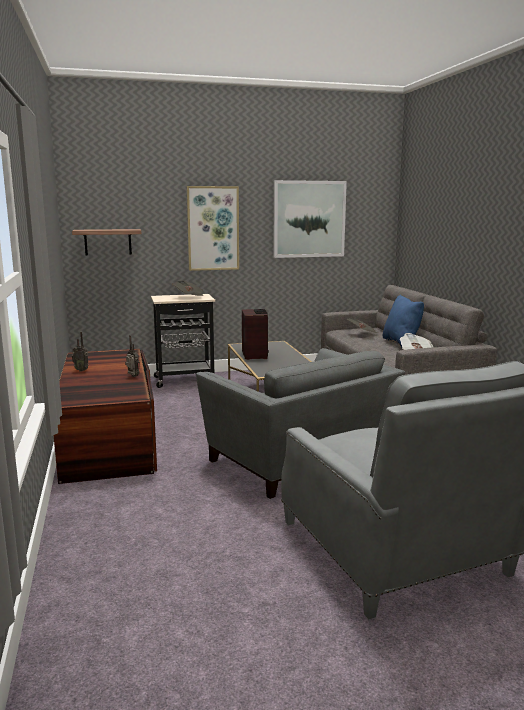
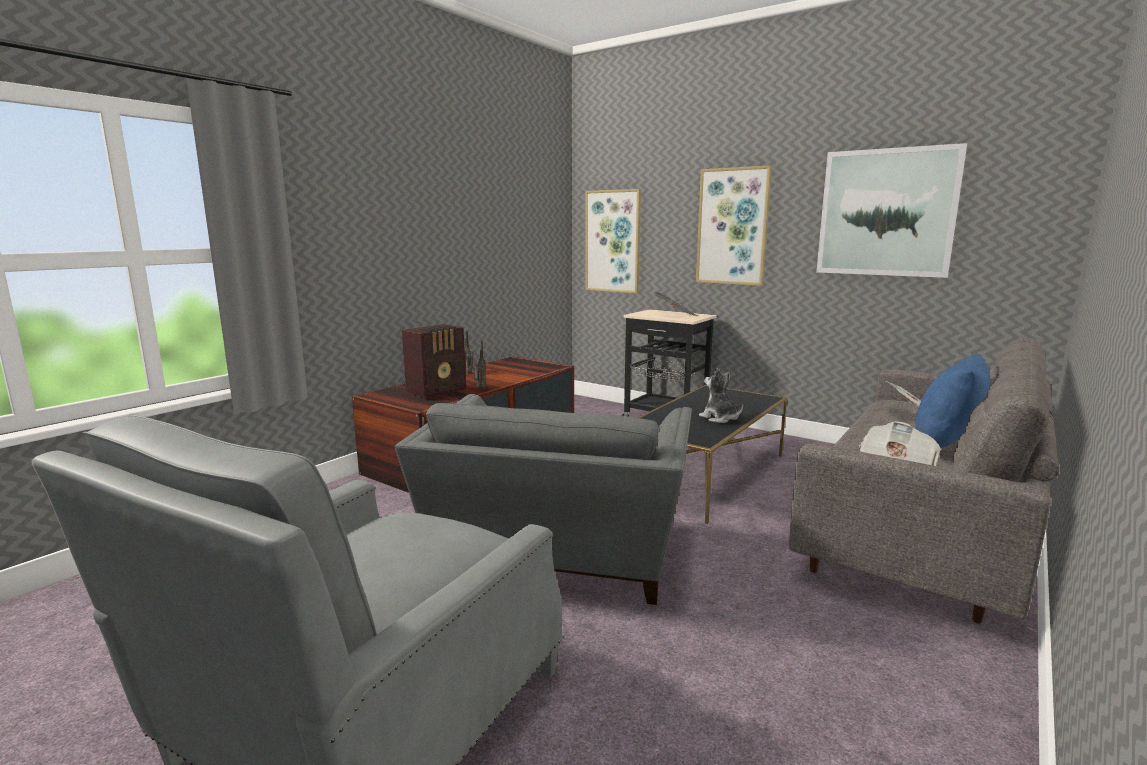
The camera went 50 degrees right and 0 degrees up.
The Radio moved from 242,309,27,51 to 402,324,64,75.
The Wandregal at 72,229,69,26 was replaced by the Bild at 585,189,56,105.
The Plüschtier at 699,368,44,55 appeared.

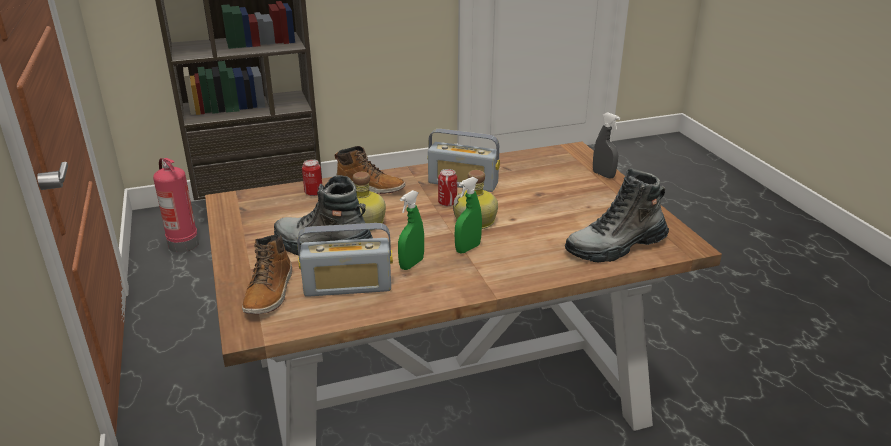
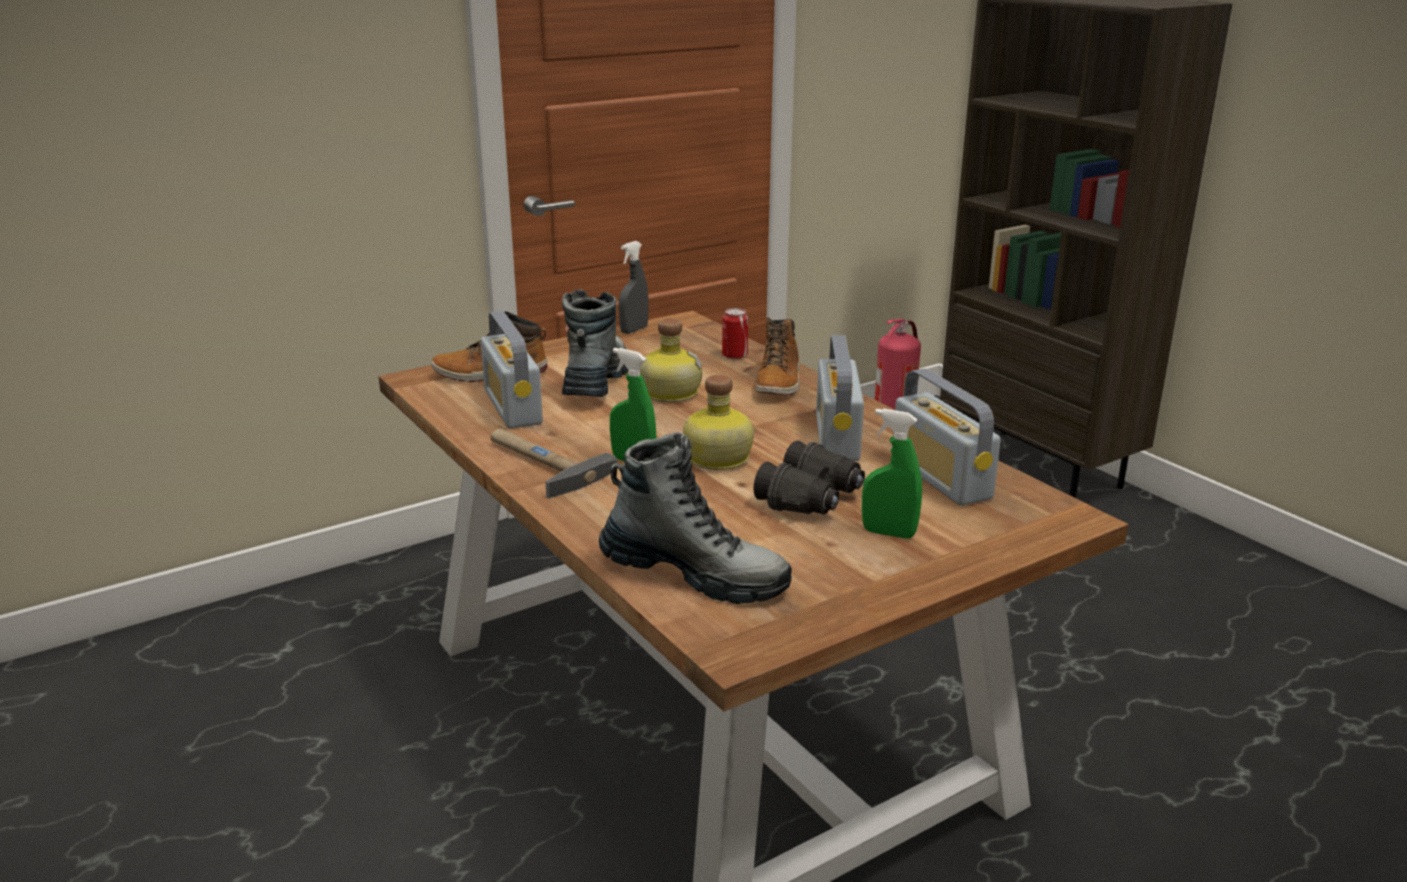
The camera went 75 degrees right and 5 degrees down.
The Hammer at 490,429,127,70 appeared.
The Stiefel at 565,168,104,94 turned 150 degrees clockwise.
The Sprühflasche (grau) moved from 593,112,27,67 to 619,241,30,93.
The Fernglas (schwarz) at 754,441,111,73 appeared.
The Sprühflasche (grün) moved from 398,190,26,80 to 862,409,60,130.
The Radio at 892,368,109,138 appeared.
The Dose at 438,169,19,37 disappeared.

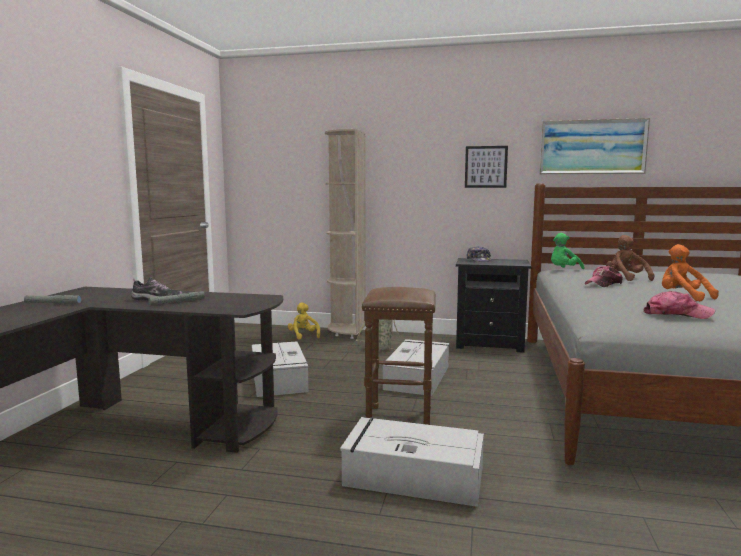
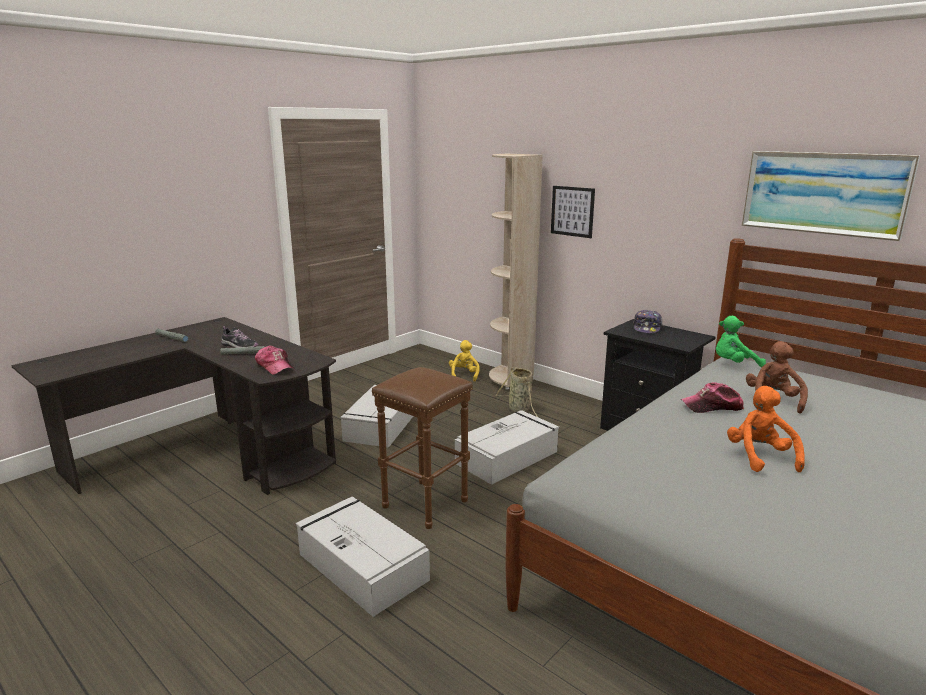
The camera went 30 degrees right and 10 degrees up.
The Kappe moved from 643,291,72,28 to 255,345,39,30.
The Bild moved from 465,146,43,42 to 551,186,44,52.

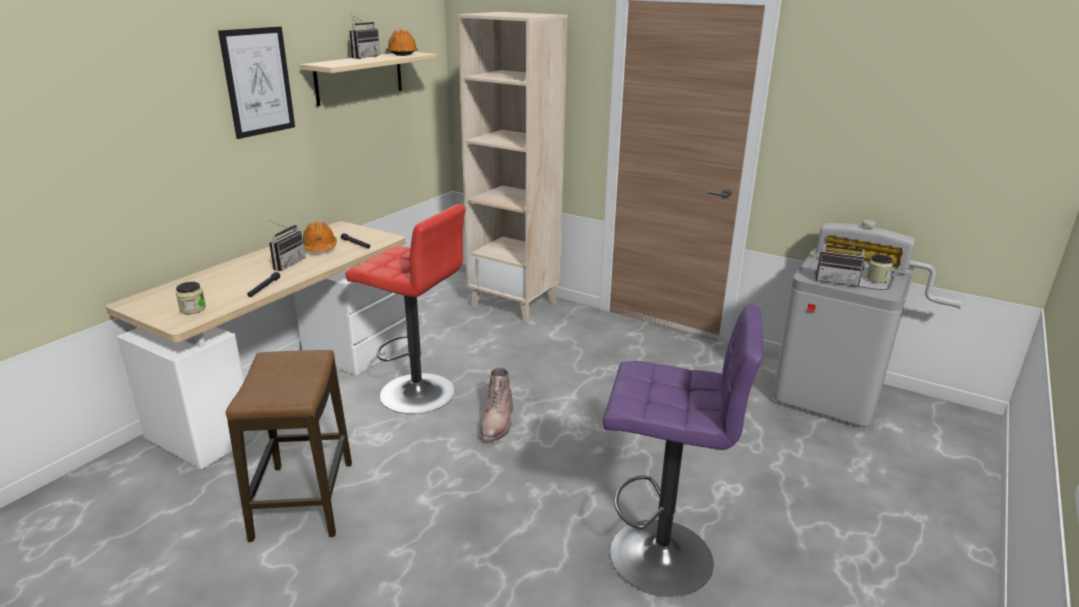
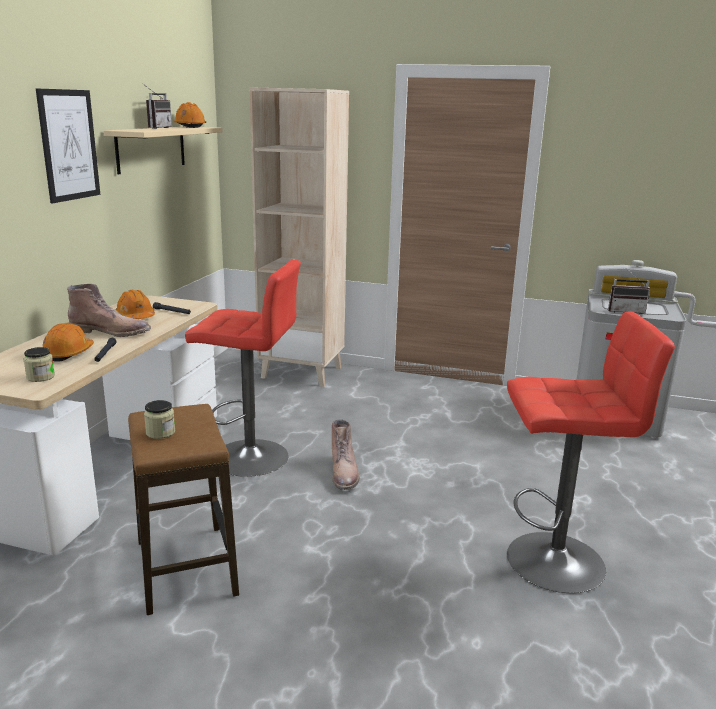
The camera went 15 degrees left and 5 degrees down.
The Schutzhelm (orange) at 43,323,51,38 appeared.
The Radio at 268,220,37,51 was replaced by the Stiefel (braun) at 67,284,84,53.
The Vorratsglas moved from 866,255,27,28 to 144,400,31,39.
The Hocker (lila) at 603,305,160,292 became the Hocker (rot) at 507,311,168,282.

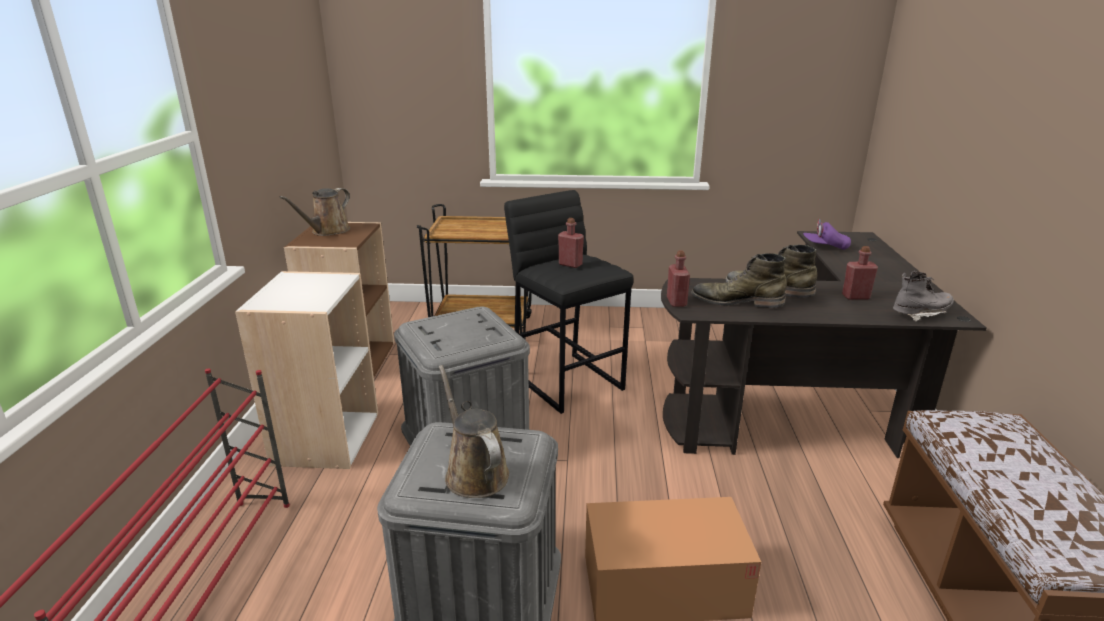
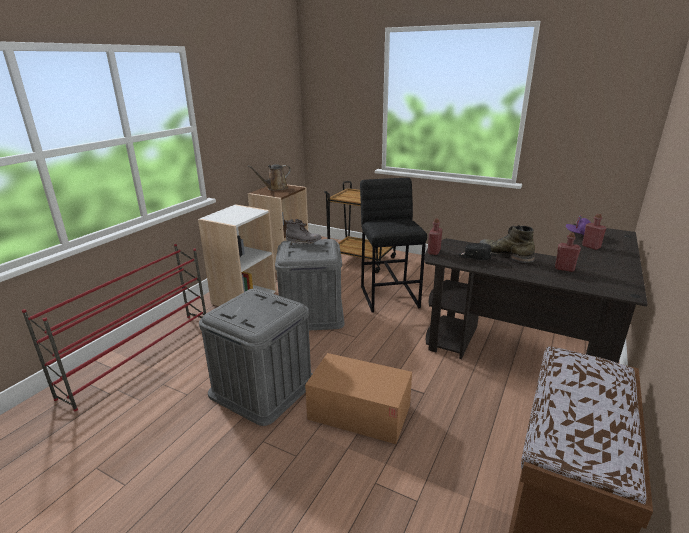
The camera went 25 degrees right and 0 degrees up.
The Stiefel (grau) moved from 893,271,61,51 to 285,219,37,26.
The Stiefel (grün) at 692,253,95,55 was replaced by the Kappe (schwarz) at 459,243,32,17.
The Flasche (rot) moved from 558,218,26,50 to 582,214,24,36.
The Gießkanne (braun) at 439,365,70,133 disappeared.

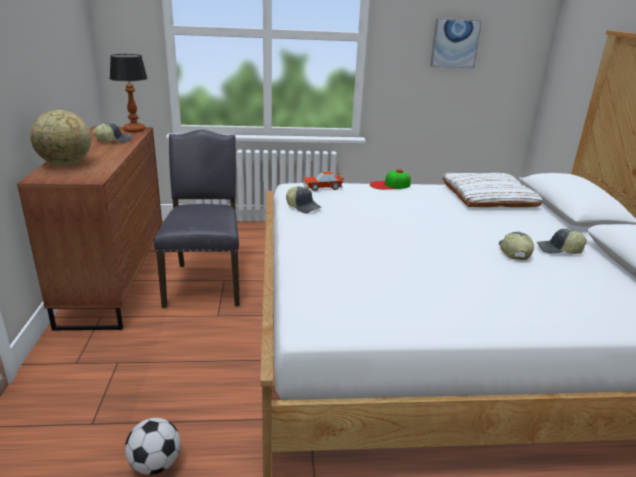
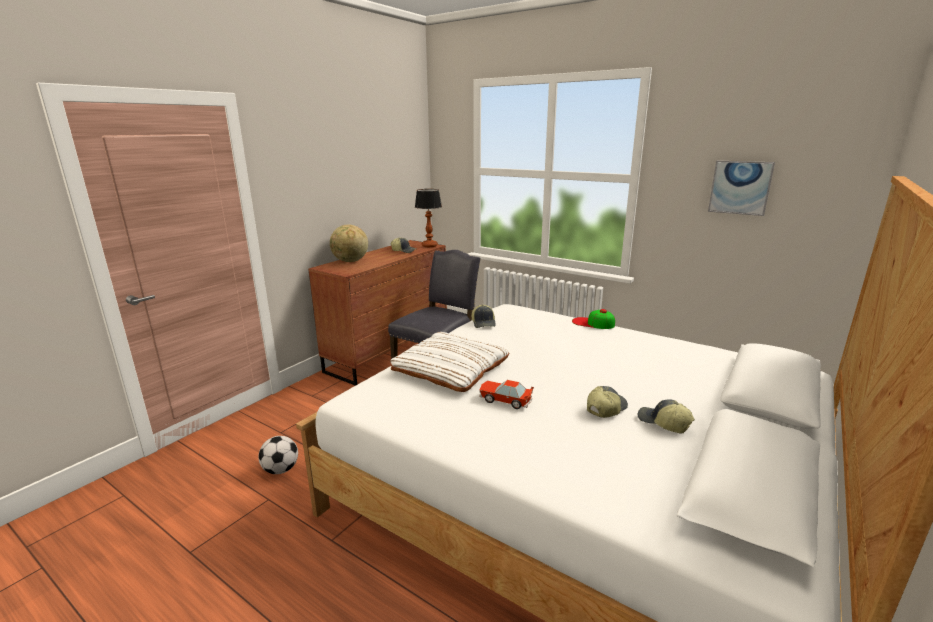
The camera went 40 degrees right and 5 degrees down.
The Kissen (weiß) moved from 442,173,101,34 to 390,332,119,60.
The Spielzeugauto moved from 303,171,41,20 to 479,380,55,29.

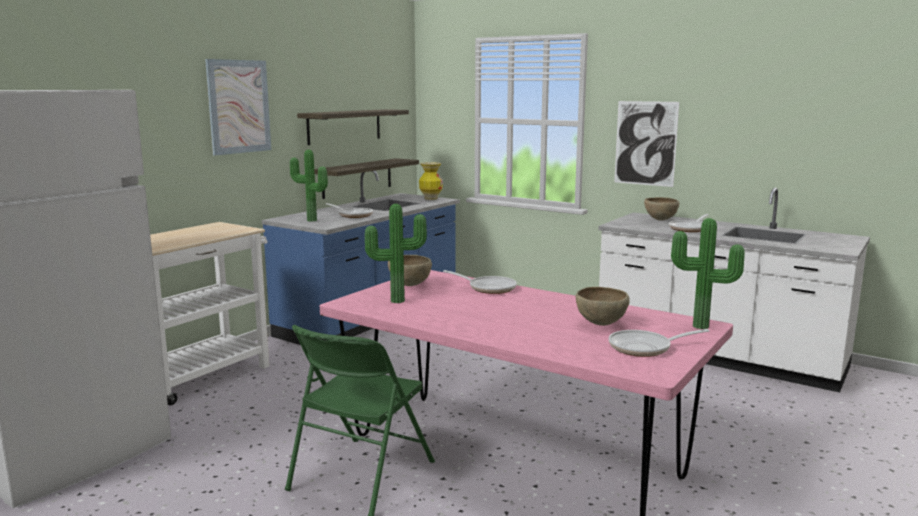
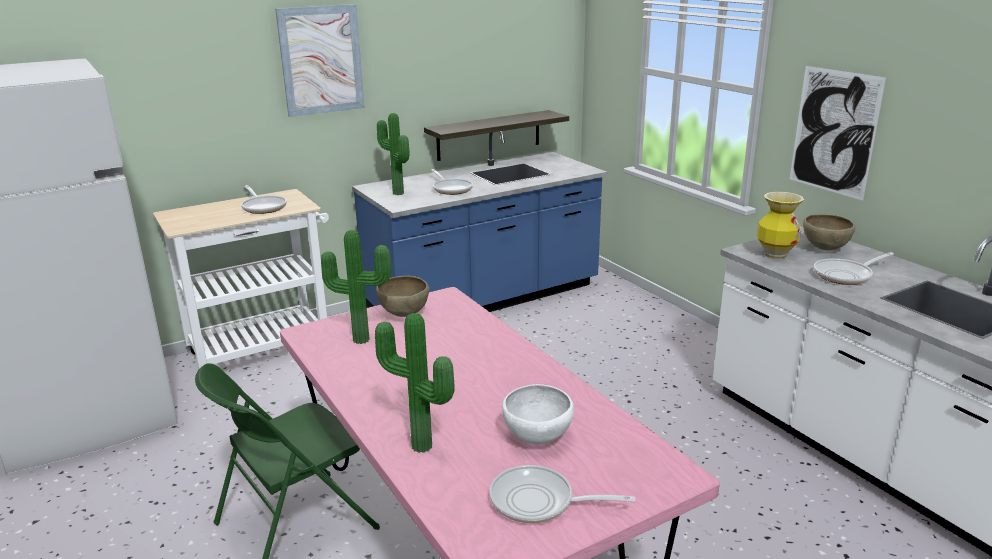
The camera went 25 degrees right and 10 degrees up.
The Pfanne moved from 443,270,74,24 to 241,185,46,29.
The Topfpflanze moved from 671,218,74,111 to 375,313,80,140.
The Schüssel (braun) at 576,287,54,39 became the Schüssel (weiß) at 502,384,72,61.
The Vase moved from 419,162,24,38 to 757,192,47,68.
The Wandregal at 297,109,112,36 disappeared.

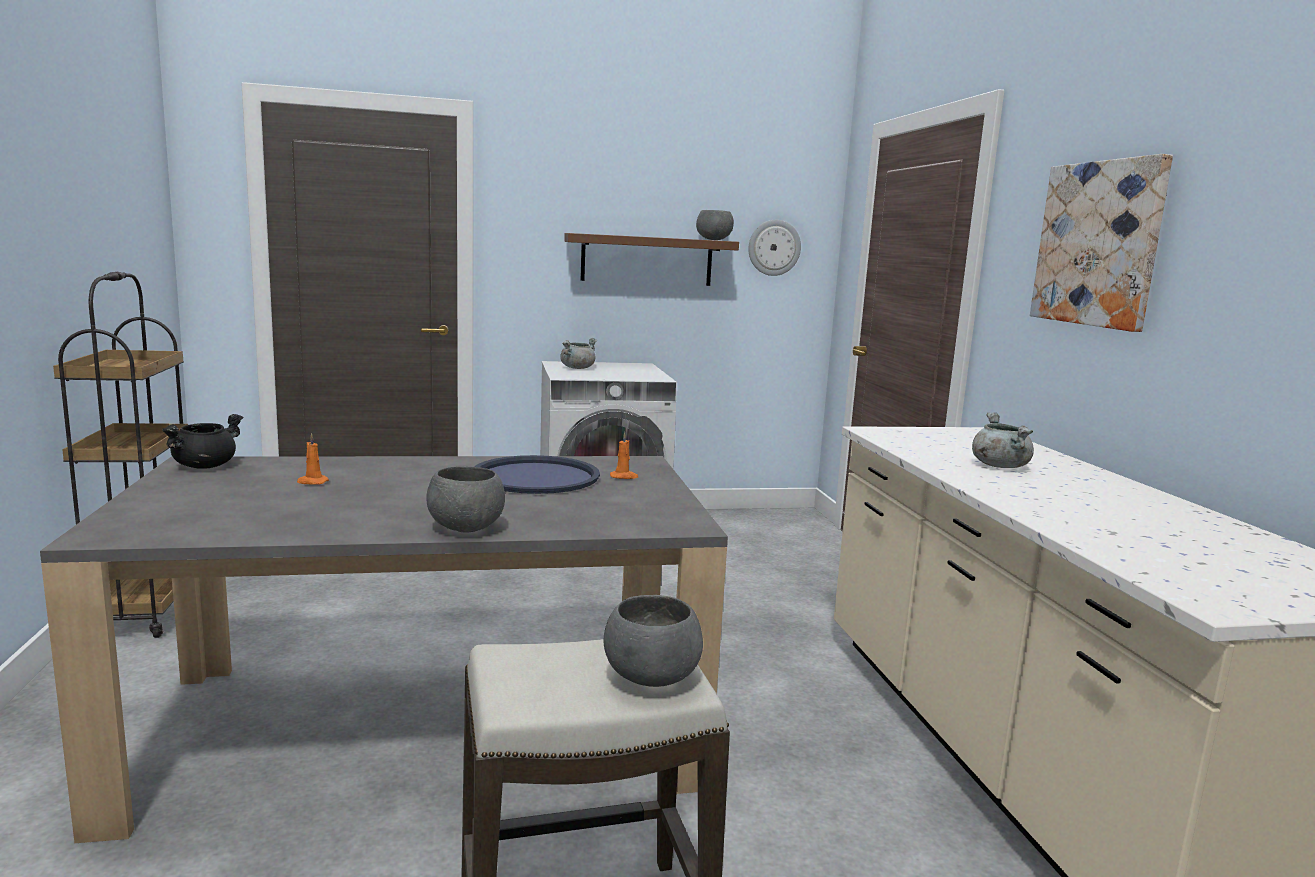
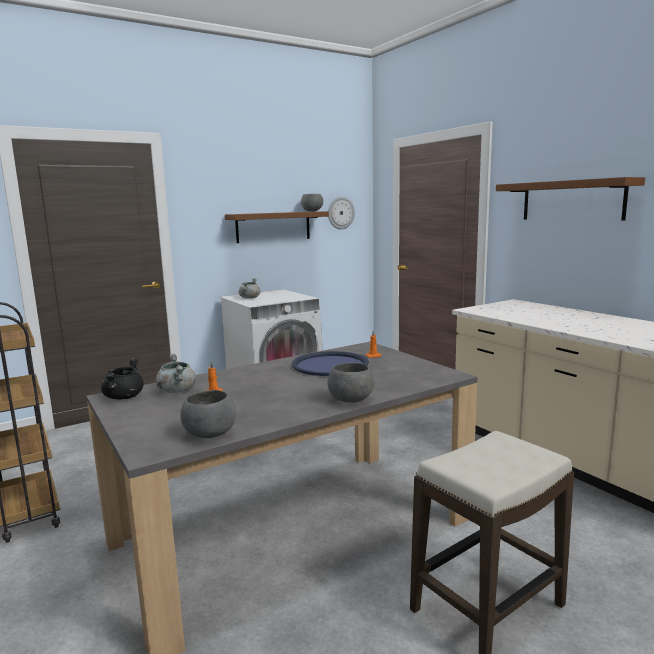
The camera went 20 degrees left and 0 degrees up.
The Kochtopf (grau) moved from 972,412,62,56 to 156,354,40,39.
The Schüssel (grau) moved from 603,595,100,92 to 180,390,56,48.
The Bild at 1030,154,143,178 was replaced by the Wandregal (braun) at 496,177,149,43.

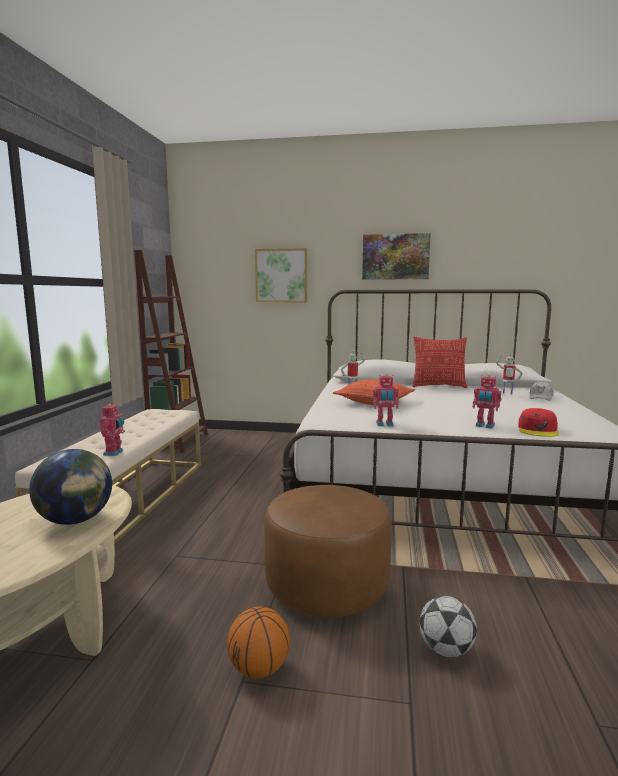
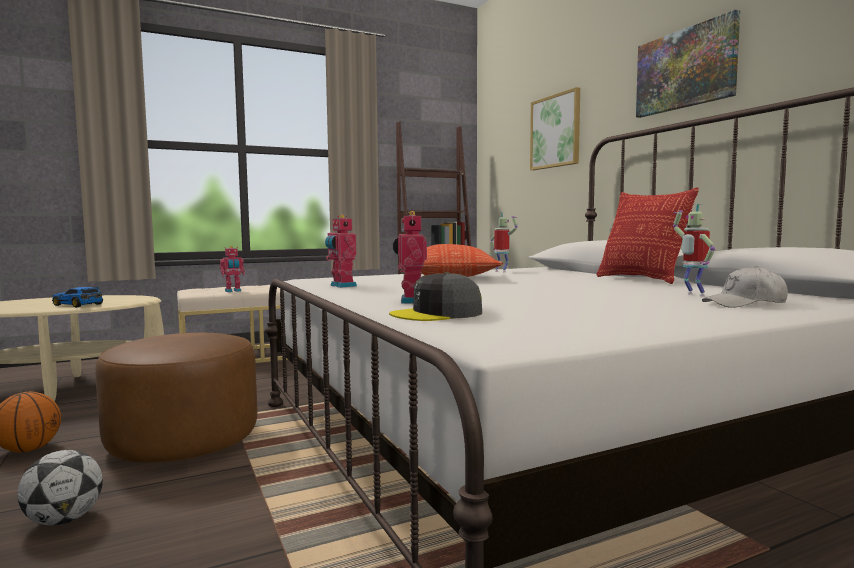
The camera went 55 degrees right and 5 degrees down.
The Globus at 29,449,83,76 was replaced by the Spielzeugauto at 52,287,51,21.
The Kappe (rot) at 518,408,41,29 became the Kappe (grau) at 389,272,93,49.

